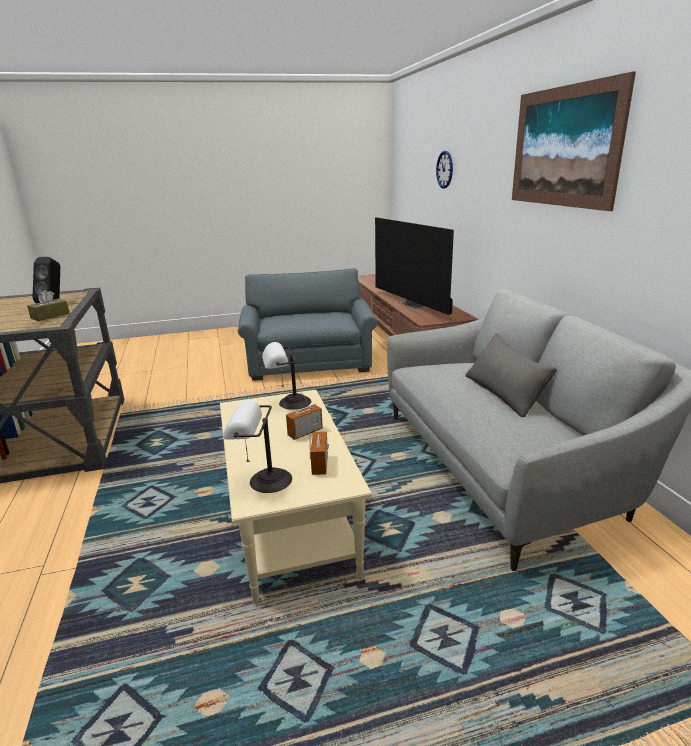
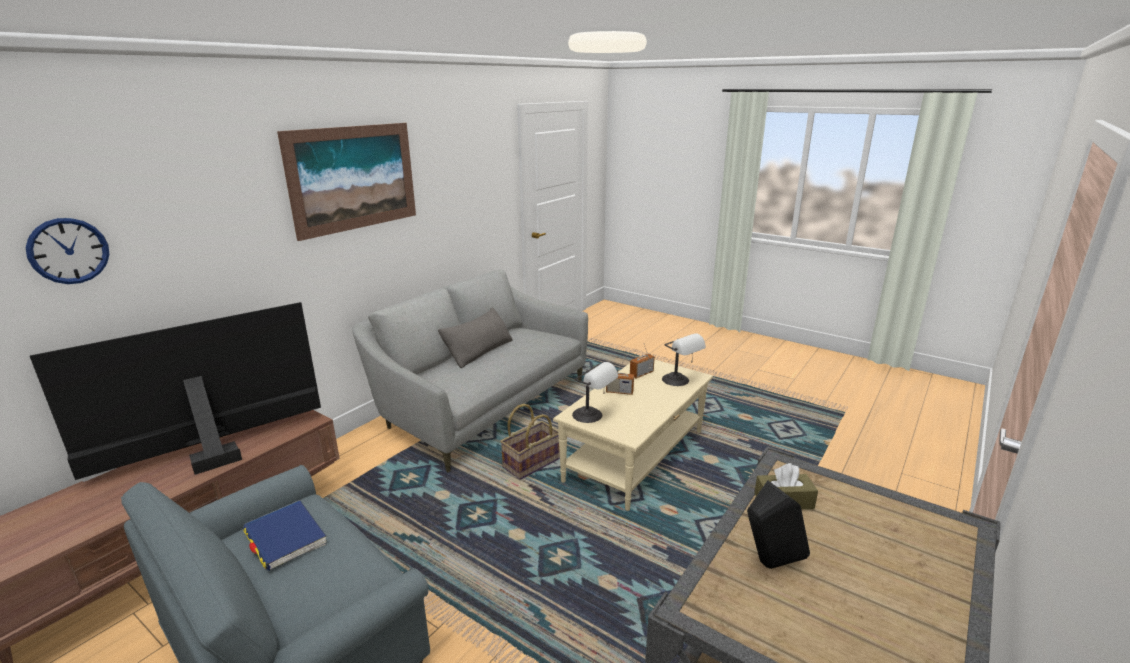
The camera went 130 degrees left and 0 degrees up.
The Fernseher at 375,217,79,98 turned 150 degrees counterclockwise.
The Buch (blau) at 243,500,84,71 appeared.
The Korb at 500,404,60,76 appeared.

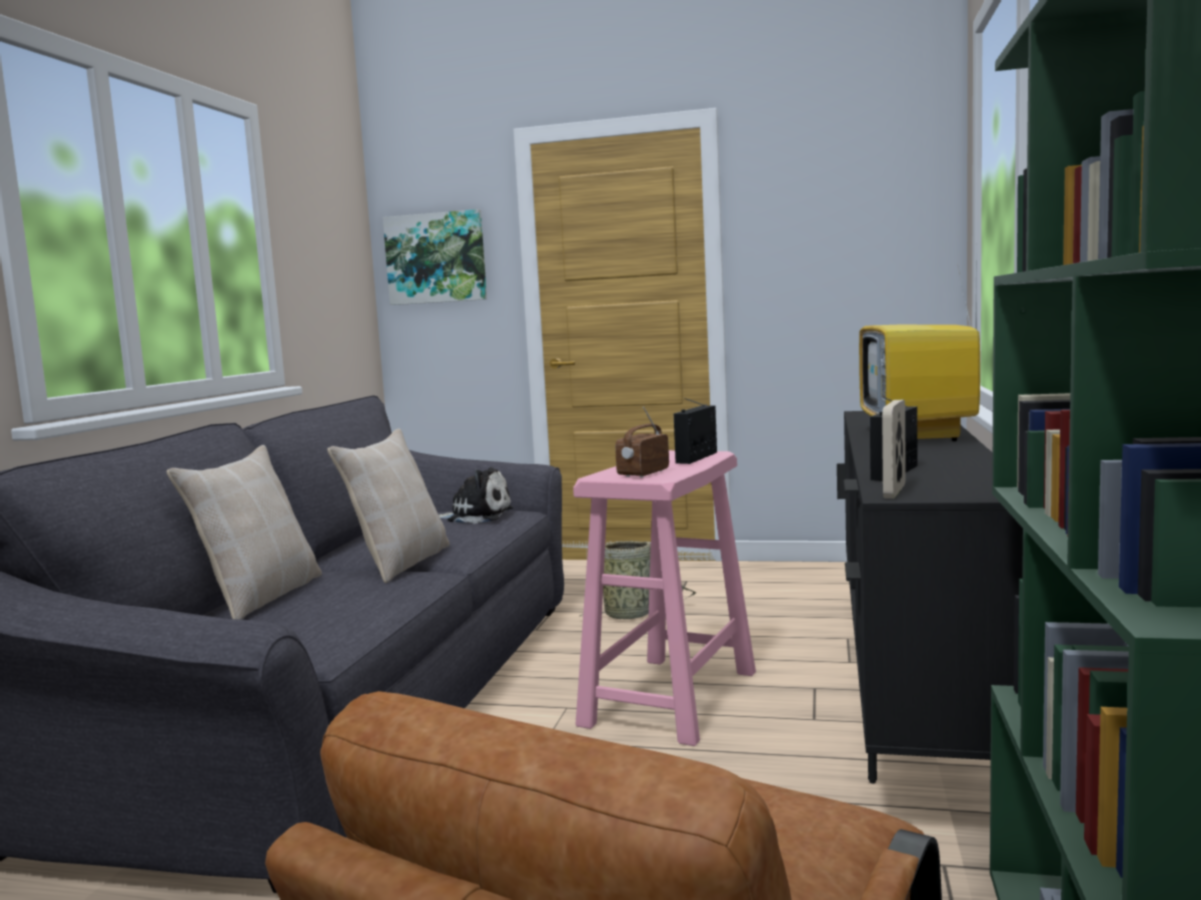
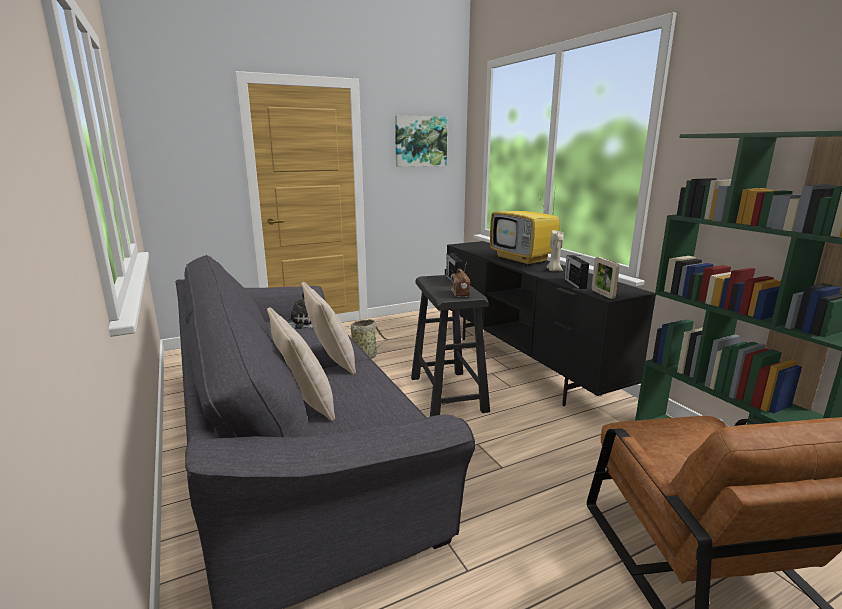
The camera went 40 degrees left and 10 degrees up.
The Bild moved from 383,209,104,96 to 395,115,52,52.
The Hocker (rosa) at 573,450,183,296 became the Hocker (schwarz) at 411,275,79,142.
The Kerze (beige) at 546,230,18,41 appeared.

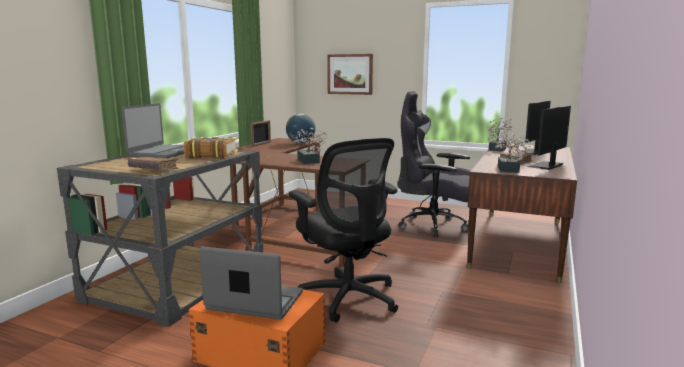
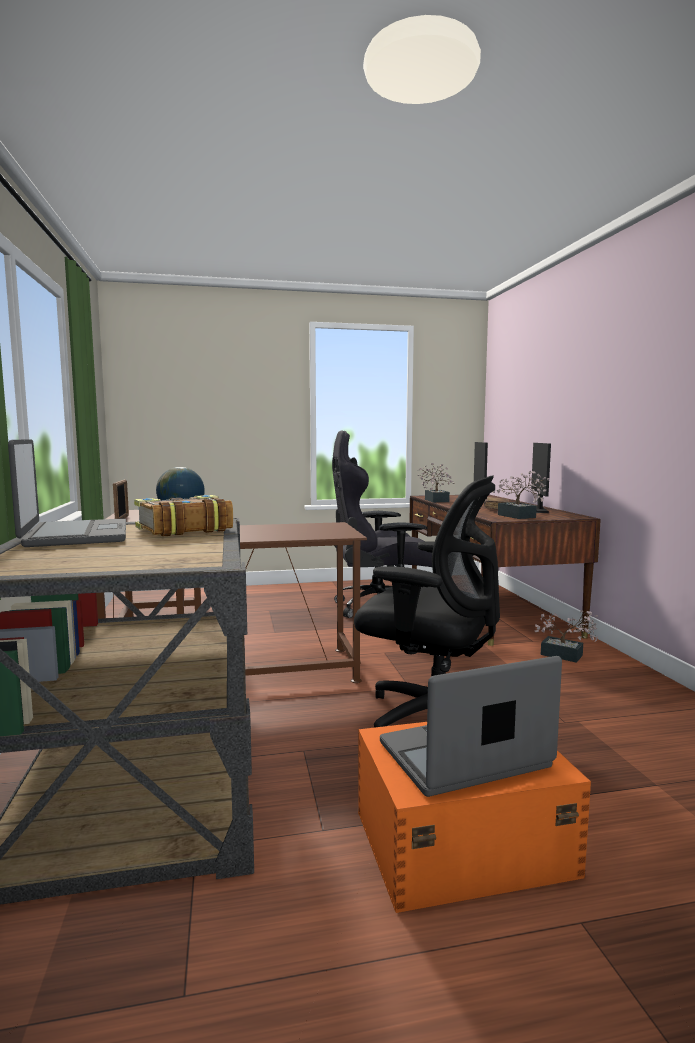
The camera went 35 degrees left and 5 degrees down.
The Topfpflanze moved from 293,128,34,36 to 534,610,64,53.
The Buch (braun) at 128,157,51,13 disappeared.
The Bild at 327,54,46,41 disappeared.

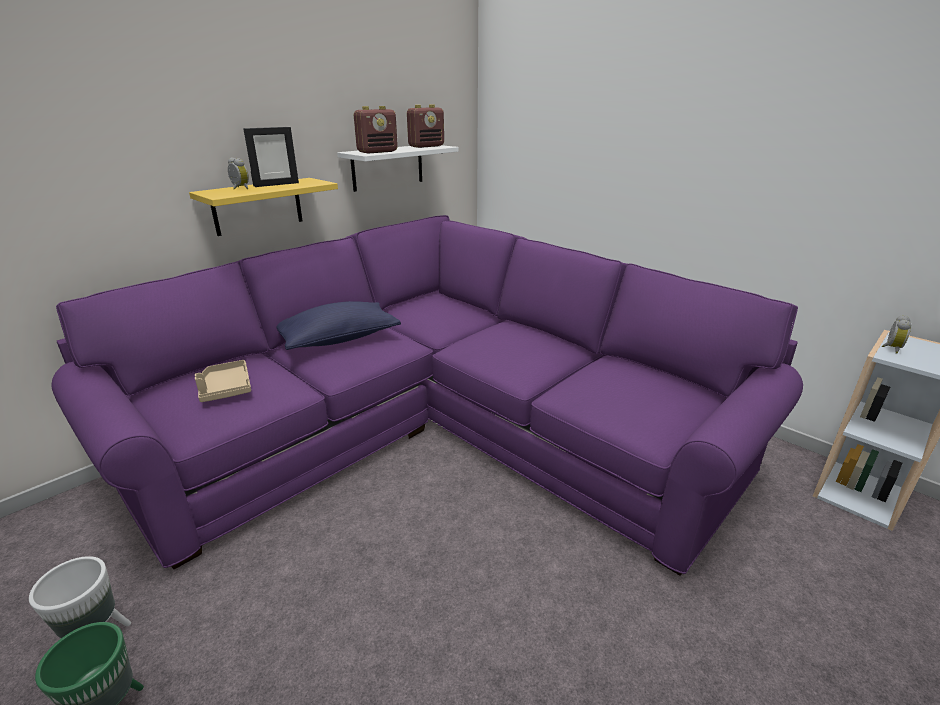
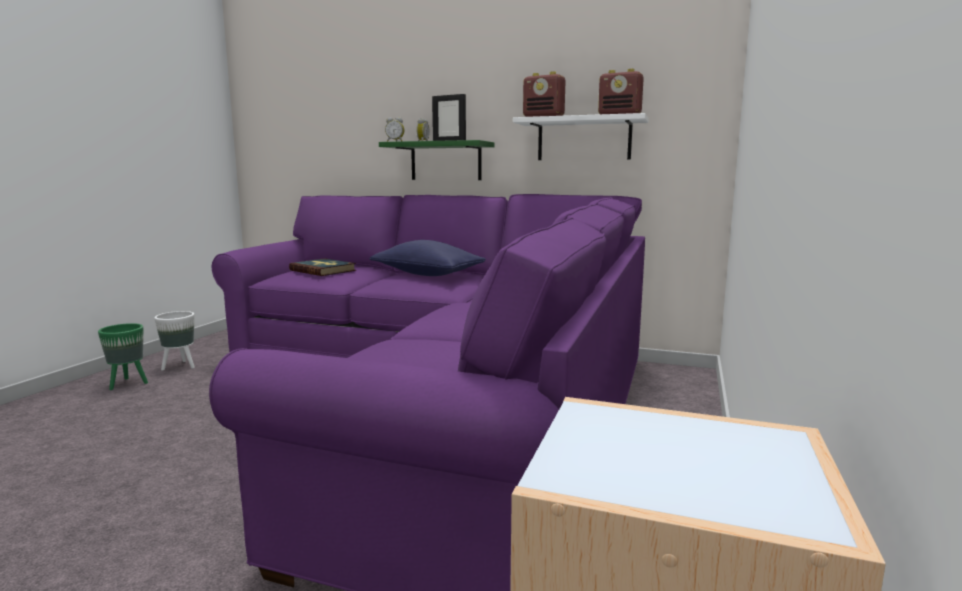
The camera went 65 degrees right and 15 degrees down.
The Tablett (beige) at 195,360,56,42 was replaced by the Buch at 289,258,67,18.
The Wandregal (gelb) at 189,178,149,58 became the Wandregal (grün) at 379,140,116,40.
The Wecker moved from 882,315,29,39 to 385,117,19,25.

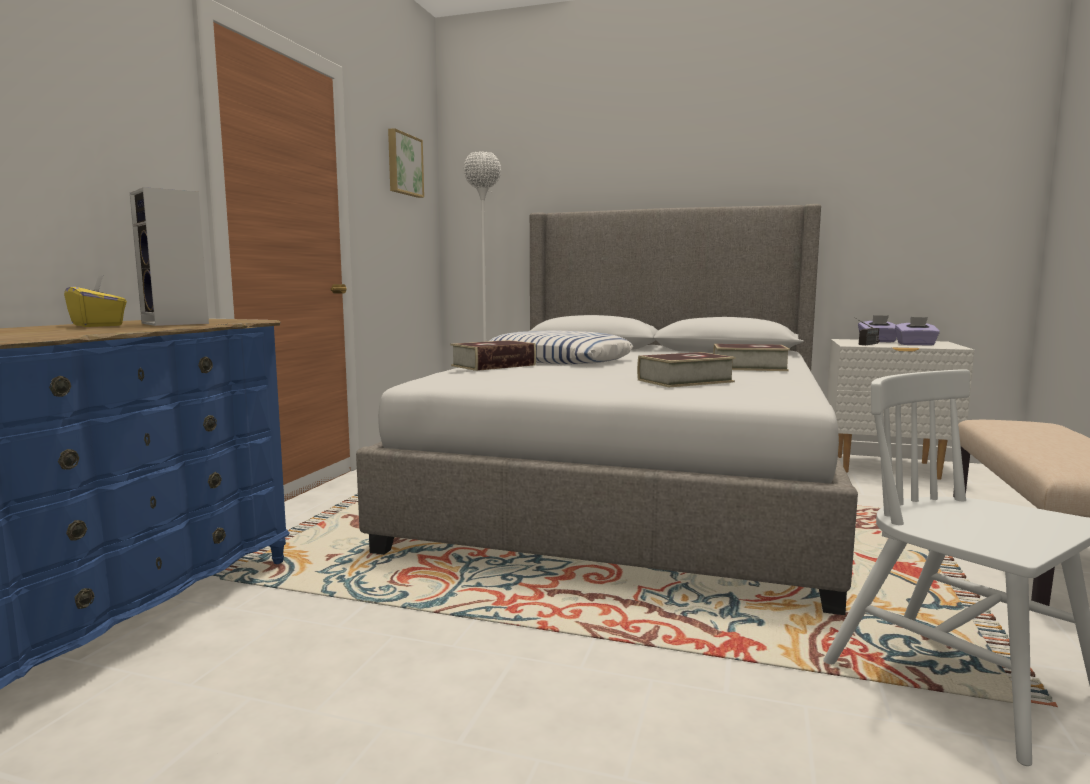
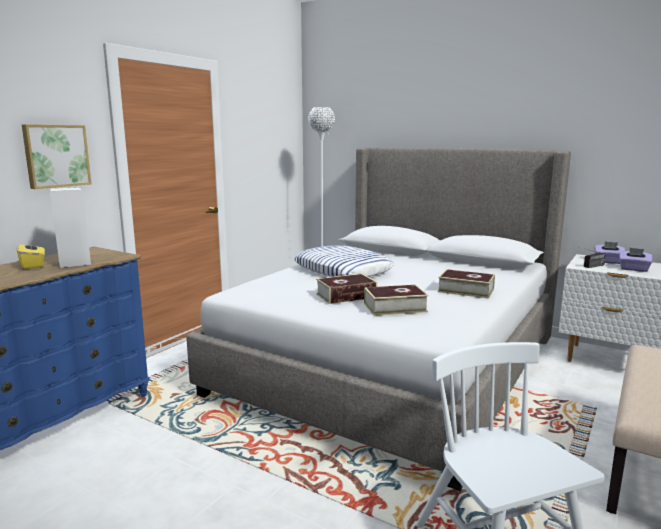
The camera went 15 degrees right and 5 degrees up.
The Bild moved from 388,128,36,70 to 22,124,70,65.
The Buch moved from 450,340,86,31 to 316,274,62,30.

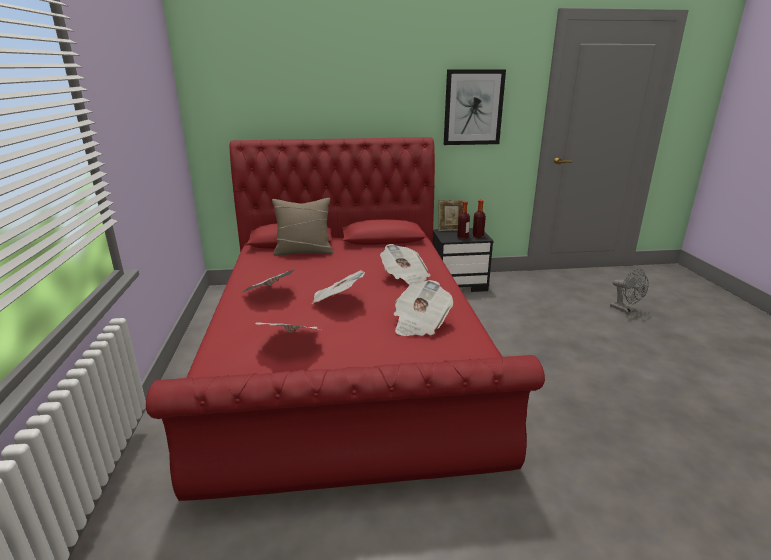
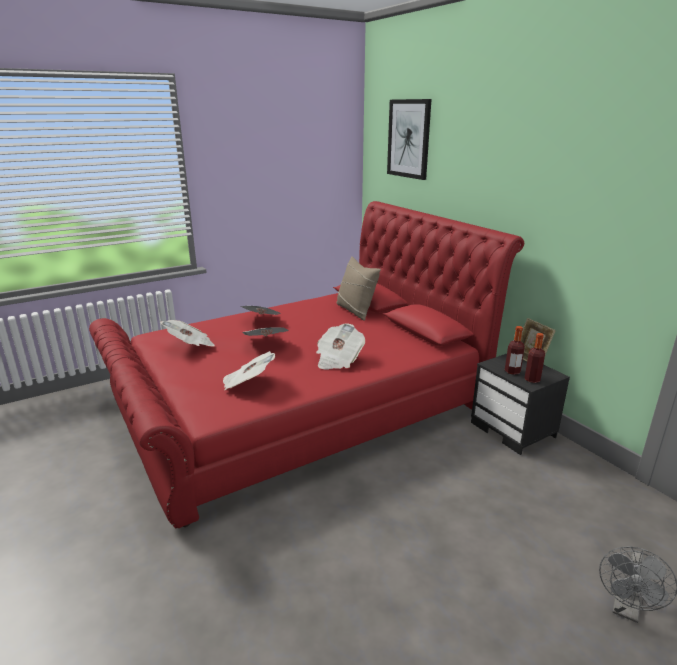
The camera went 65 degrees right and 0 degrees up.
The Bild moved from 444,70,62,75 to 387,99,44,81.

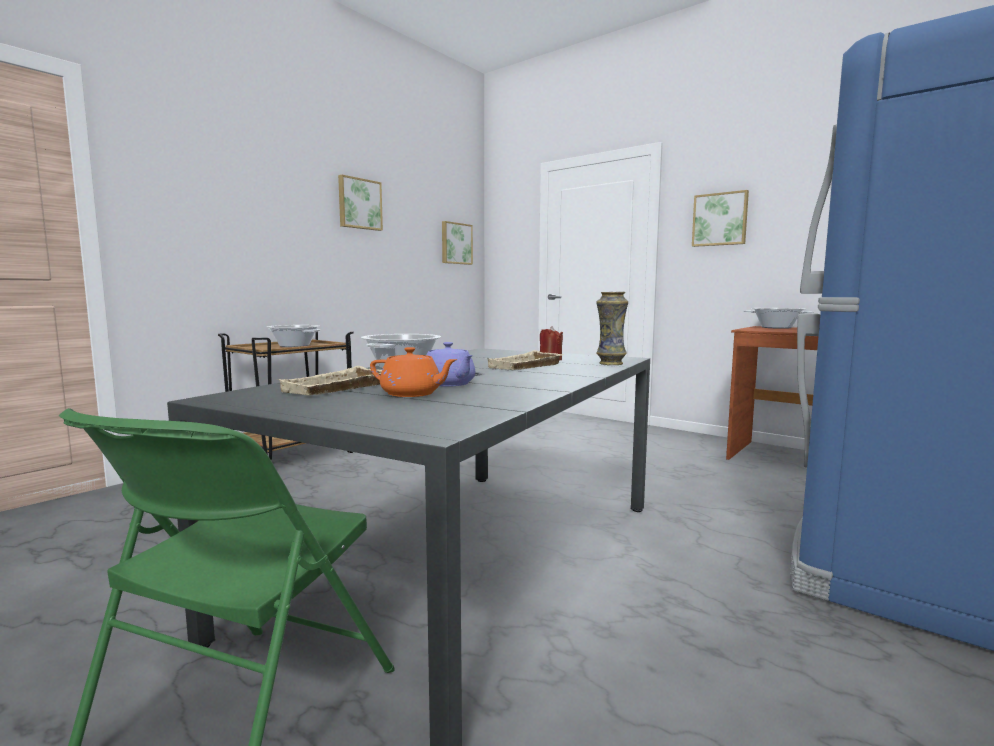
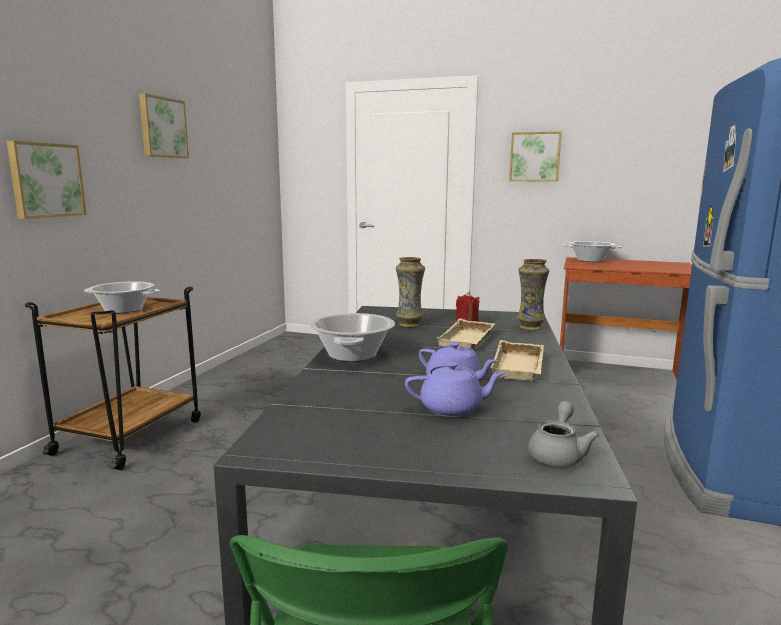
The camera went 20 degrees left and 5 degrees up.
The Bild moved from 442,221,31,44 to 7,141,80,78.
The Vase at 396,257,29,70 appeared.
The Teekanne (orange) at 370,347,88,50 became the Teekanne (lila) at 405,362,100,55.
The Tablett (beige) moved from 276,366,106,30 to 490,340,54,41.
The Teekanne (grau) at 528,401,71,66 appeared.

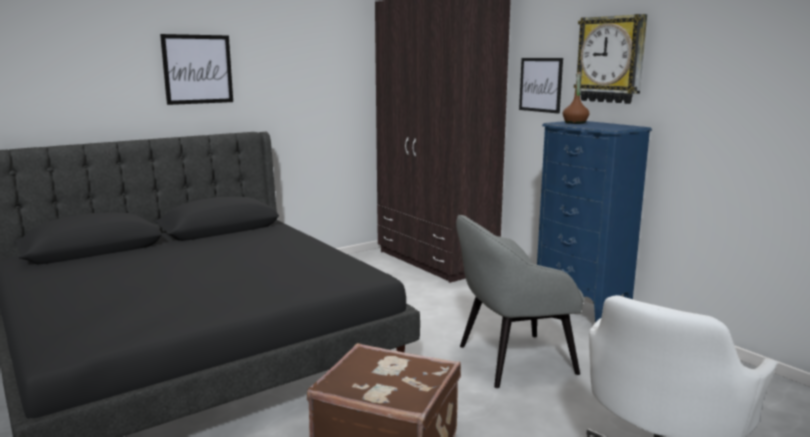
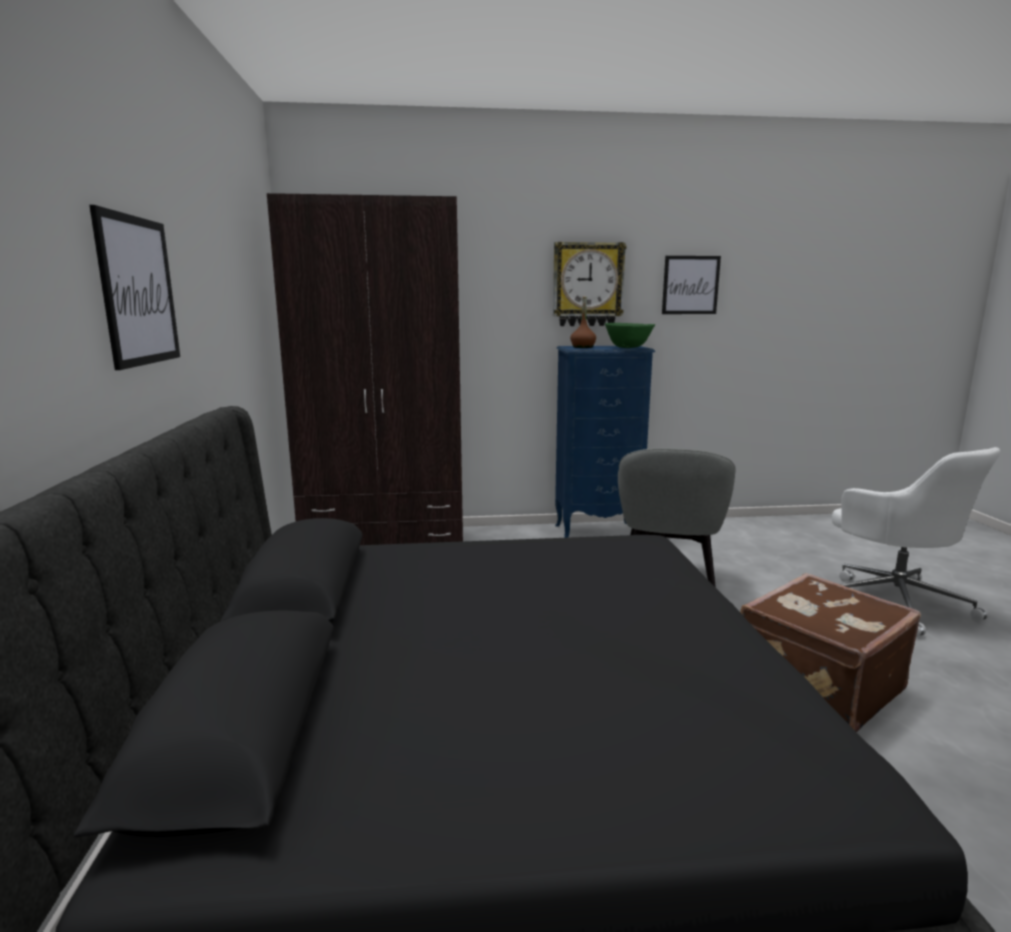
The camera went 60 degrees left and 0 degrees up.
The Schüssel (grün) at 605,323,50,25 appeared.
The Bild moved from 519,58,44,56 to 662,256,59,58.

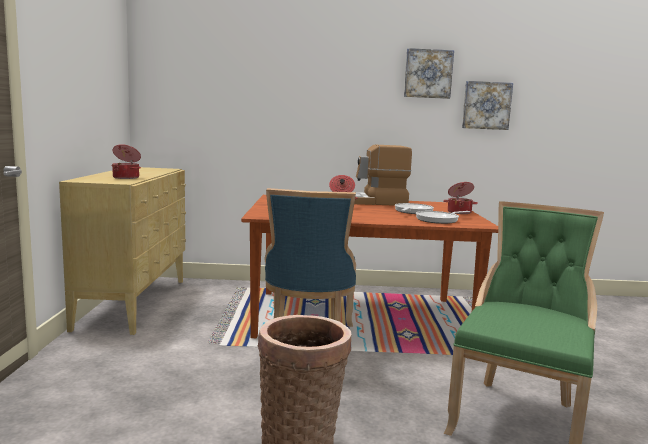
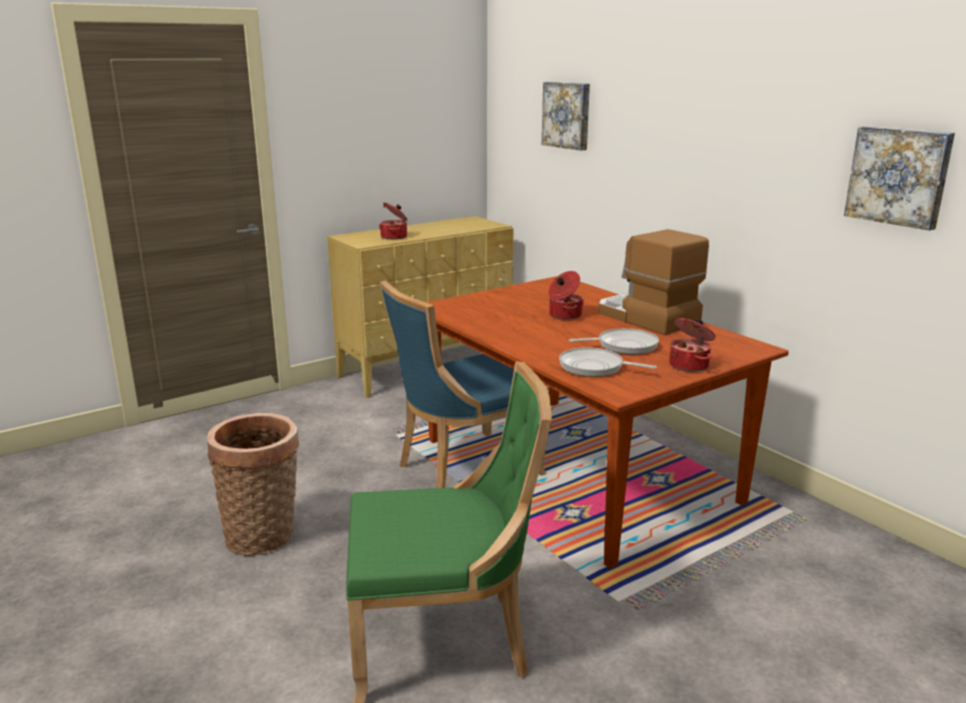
The camera went 55 degrees right and 10 degrees up.
The Bild moved from 404,48,50,51 to 542,82,48,68.

